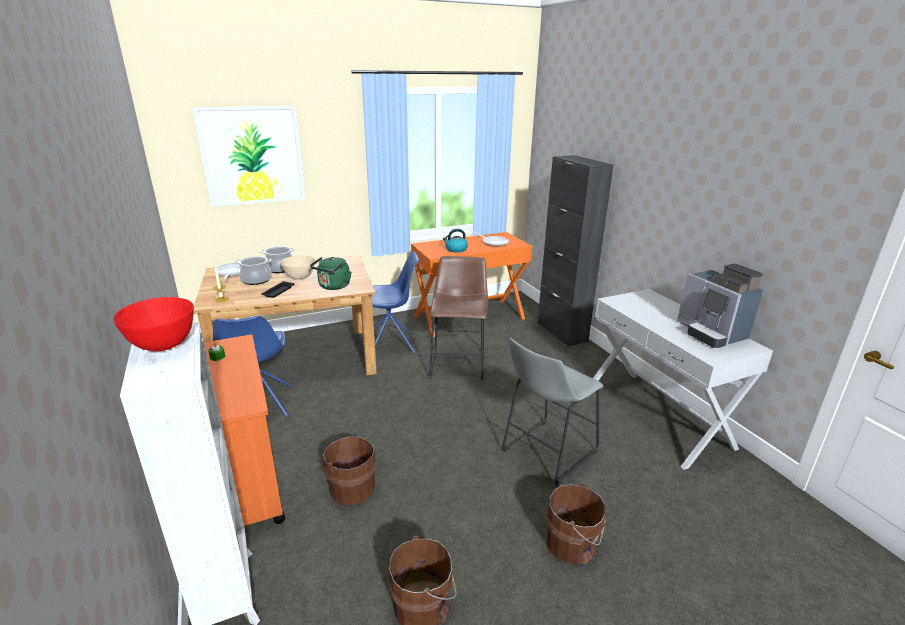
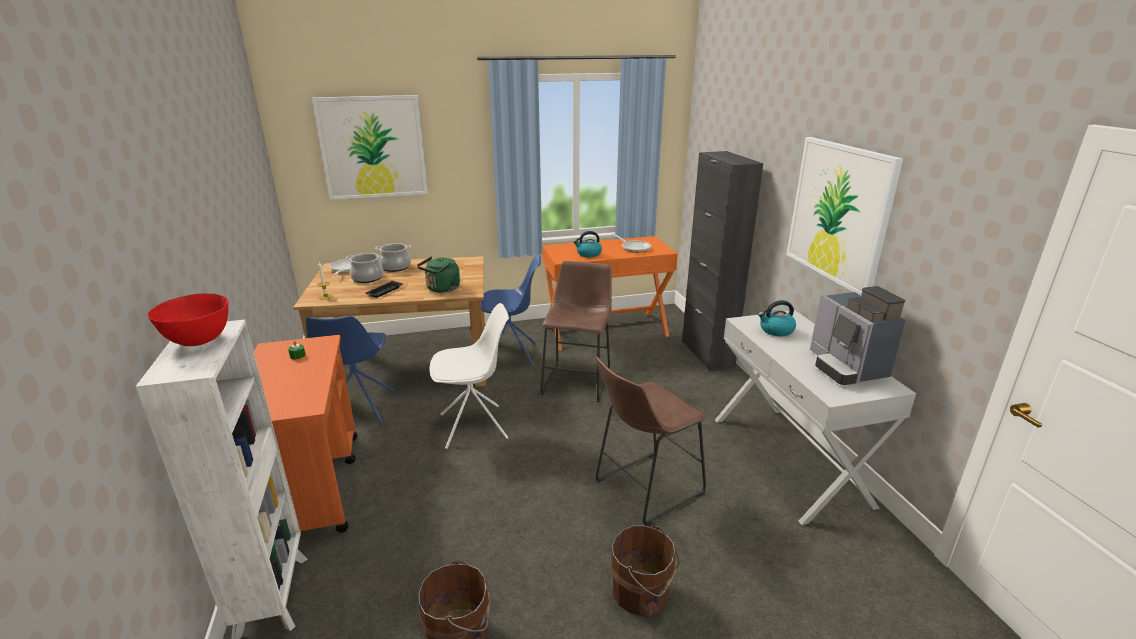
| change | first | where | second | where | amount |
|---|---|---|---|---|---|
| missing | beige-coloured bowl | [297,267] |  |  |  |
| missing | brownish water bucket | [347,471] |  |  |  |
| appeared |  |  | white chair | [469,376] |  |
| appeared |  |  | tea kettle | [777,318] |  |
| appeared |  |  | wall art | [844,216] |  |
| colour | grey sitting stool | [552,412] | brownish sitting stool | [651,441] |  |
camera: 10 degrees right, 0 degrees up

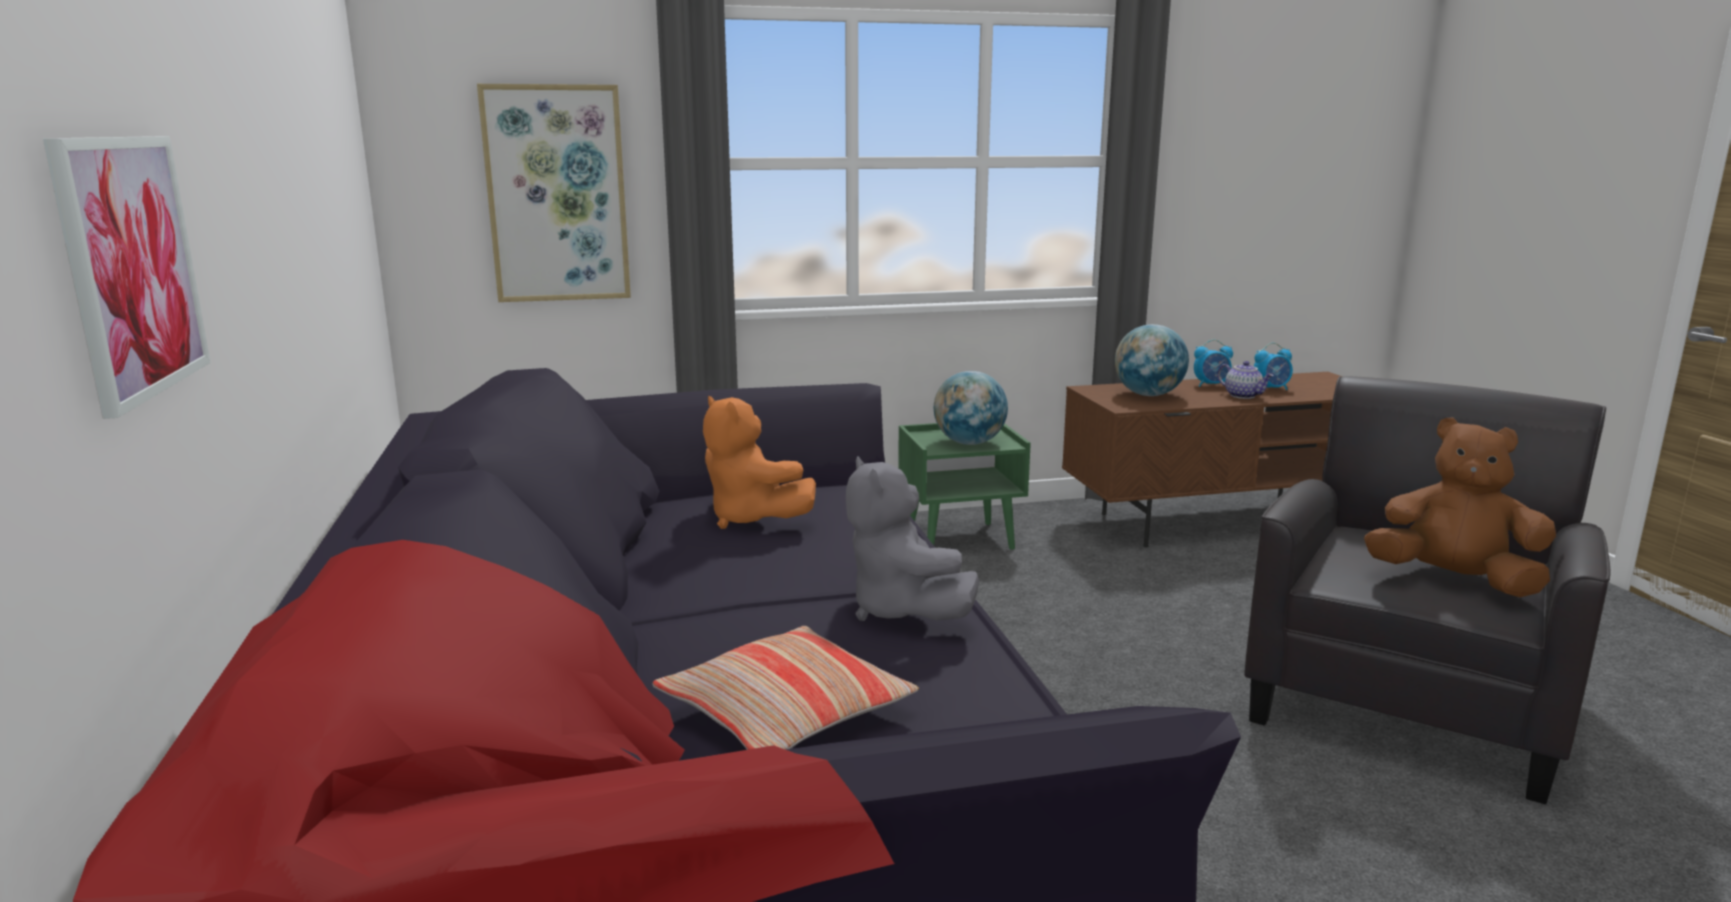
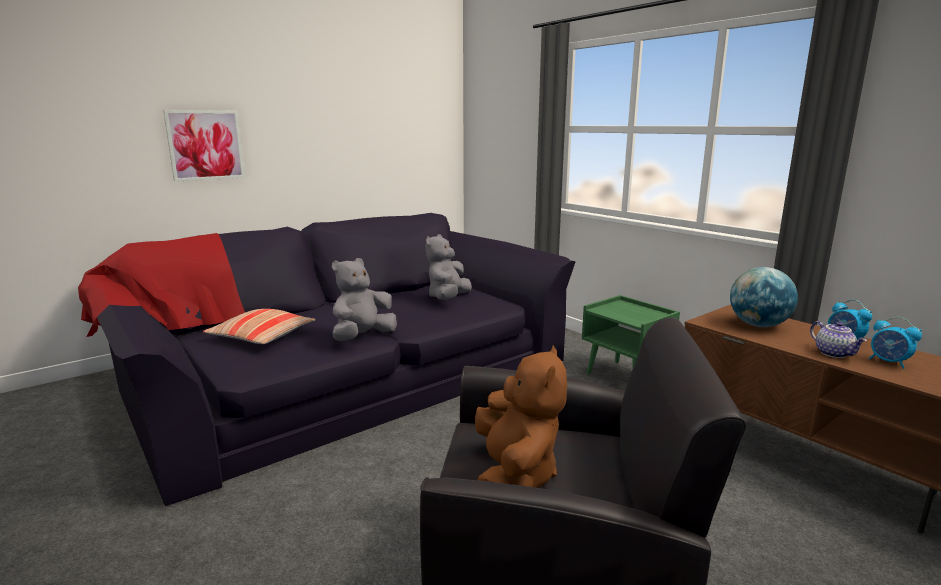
| change | first | where | second | where | amount |
|---|---|---|---|---|---|
| missing | wall art | [554,193] |  |  |  |
| missing | globe | [971,408] |  |  |  |
| colour | orange-coloured cuddly toy | [759,462] | grey cuddly toy | [449,267] |  |
| spun | teapot | [1245,380] |  | [838,339] | 45 degrees counterclockwise |
camera: 65 degrees right, 0 degrees up

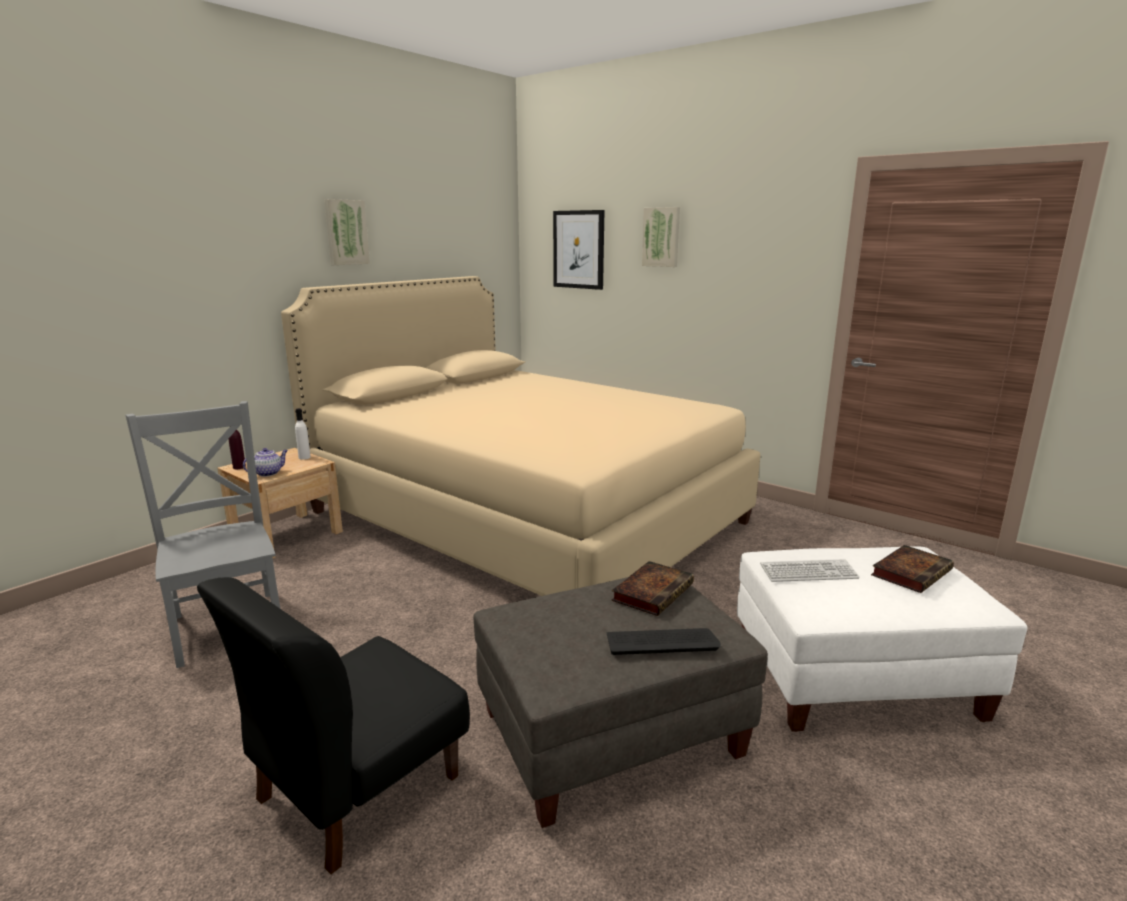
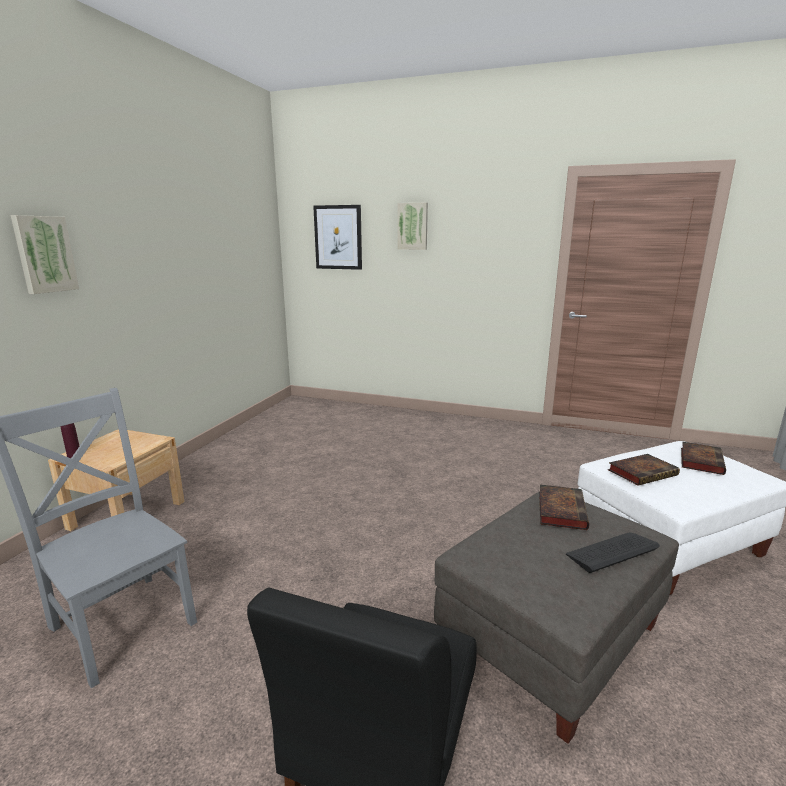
| change | first | where | second | where | amount |
|---|---|---|---|---|---|
| missing | teapot | [265,462] |  |  |  |
| missing | beige-coloured bed | [521,436] |  |  |  |
| missing | white drink bottle | [303,434] |  |  |  |
| relocated | wall art | [347,232] |  | [45,254] |  |
| exchanged | PC keyboard | [810,570] | volume | [644,470] |  |
camera: 20 degrees left, 0 degrees up

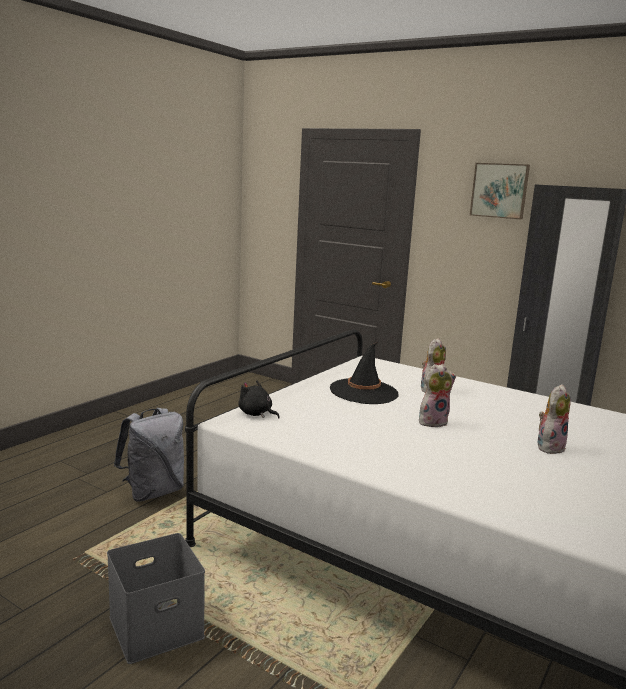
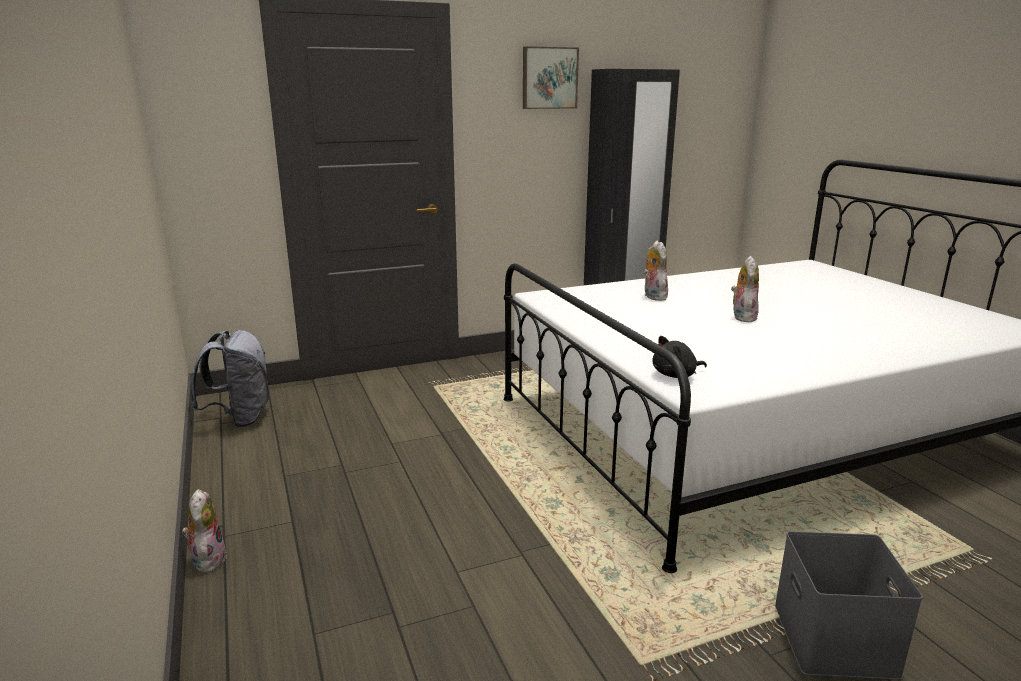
| change | first | where | second | where | amount |
|---|---|---|---|---|---|
| missing | blackish clothing hat | [364,372] |  |  |  |
| relocated | grey knapsack | [149,455] |  | [229,379] |  |
| relocated | cuddly toy | [554,419] |  | [204,531] |  |
camera: 55 degrees left, 5 degrees up

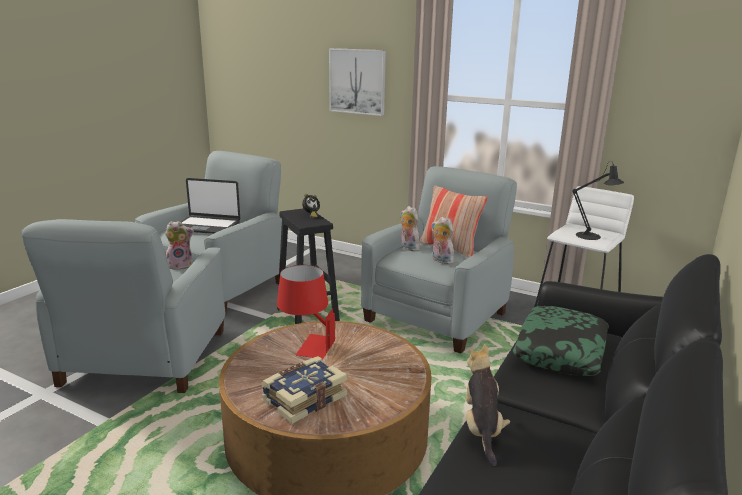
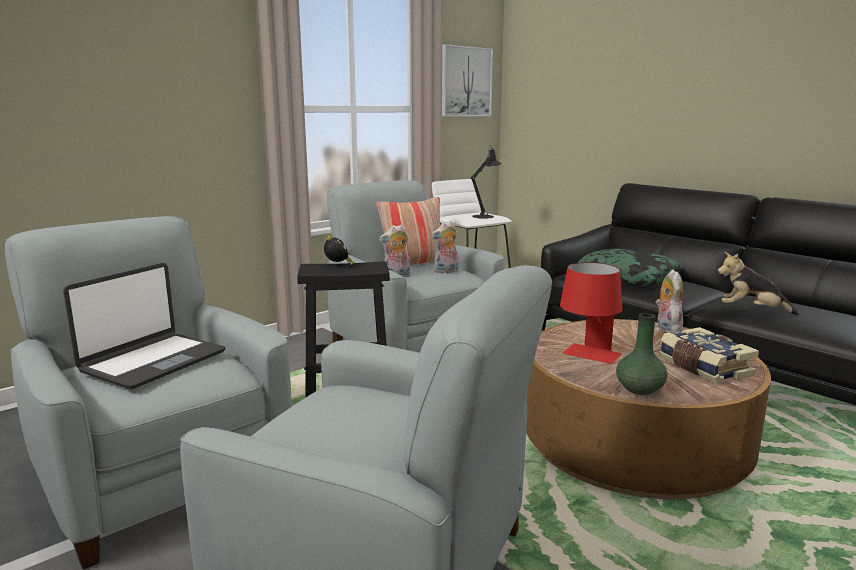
| change | first | where | second | where | amount |
|---|---|---|---|---|---|
| appeared |  |  | greenish vase | [641,354] |  |
| relocated | cuddly toy | [179,245] |  | [669,301] |  |
| relocated | wall art | [357,82] |  | [467,80] |  |
camera: 70 degrees left, 5 degrees down

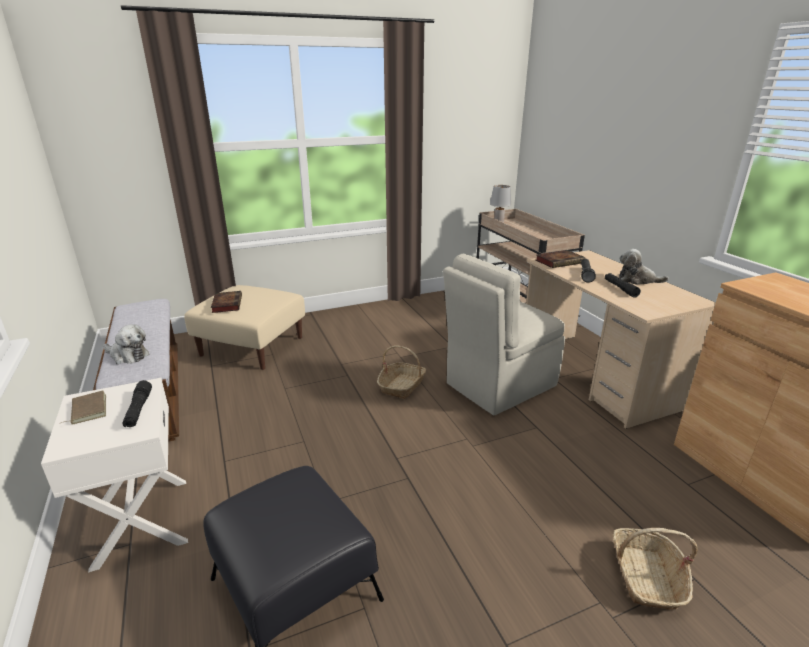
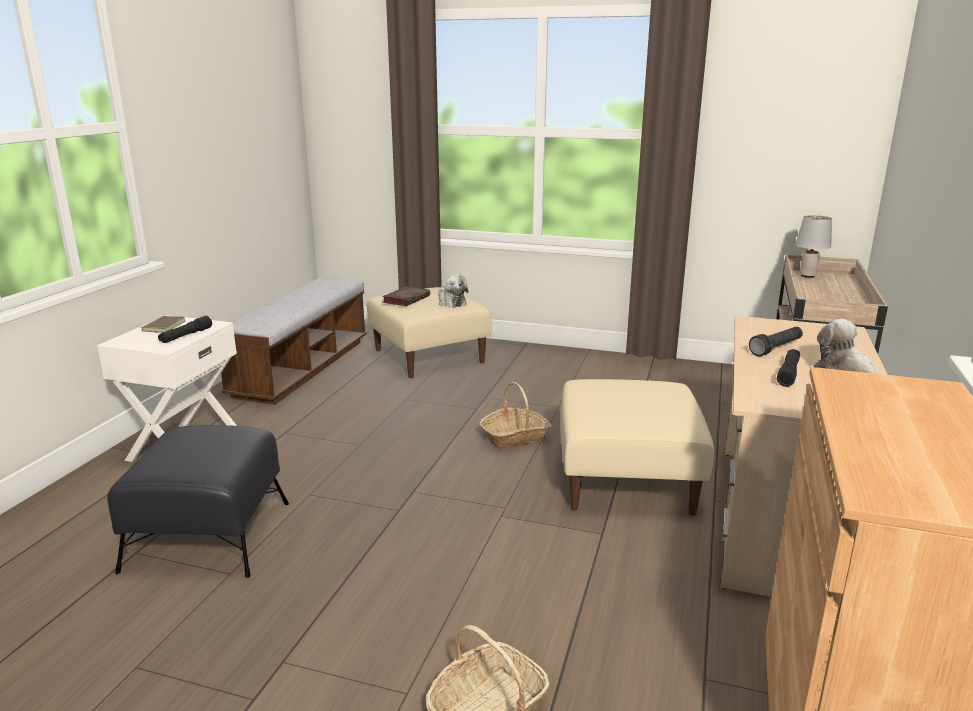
| change | first | where | second | where | amount |
|---|---|---|---|---|---|
| missing | volume | [560,259] |  |  |  |
| relocated | cuddly toy | [126,344] |  | [453,290] |  |
| exchanged | beige-coloured chair | [504,334] | beige-coloured pouffe | [637,447] |  |
camera: 40 degrees right, 5 degrees down

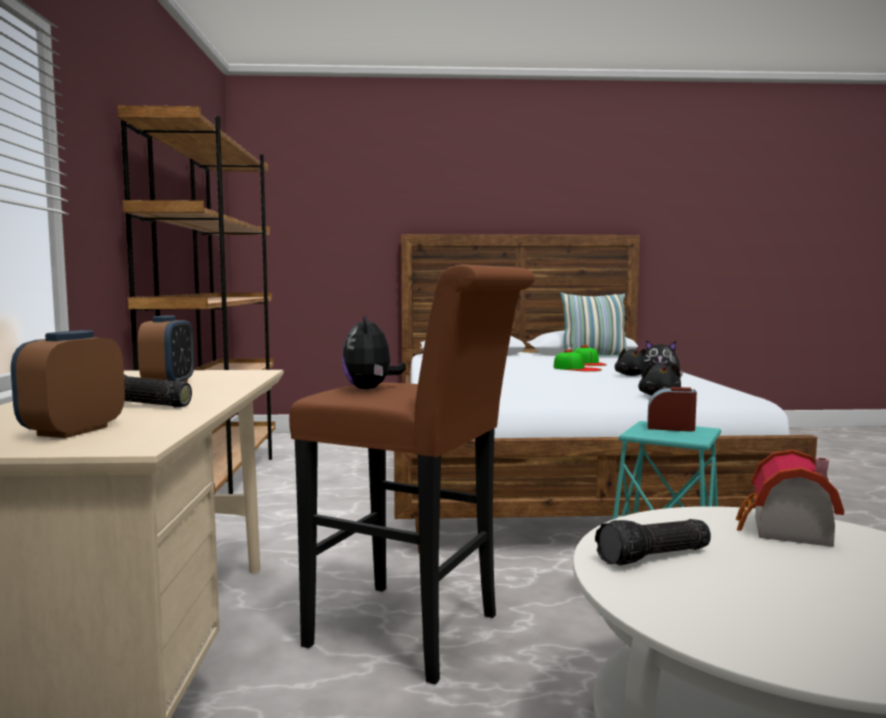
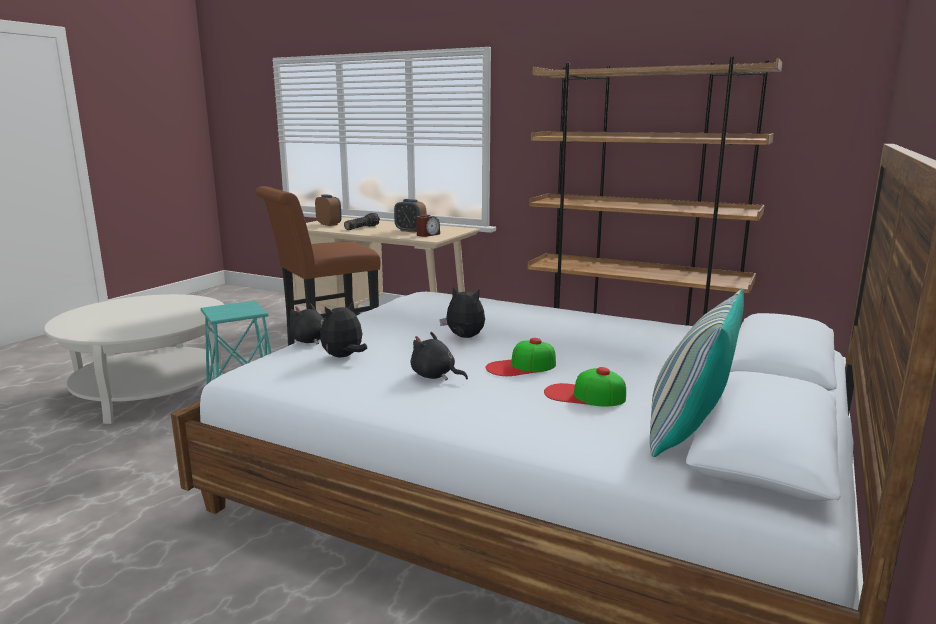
| change | first | where | second | where | amount |
|---|---|---|---|---|---|
| missing | torch | [653,542] |  |  |  |
| missing | toy house | [790,498] |  |  |  |
| relocated | cuddly toy | [374,352] |  | [462,312] |  |
| relocated | table clock | [672,409] |  | [428,226] |  |
camera: 120 degrees right, 10 degrees up

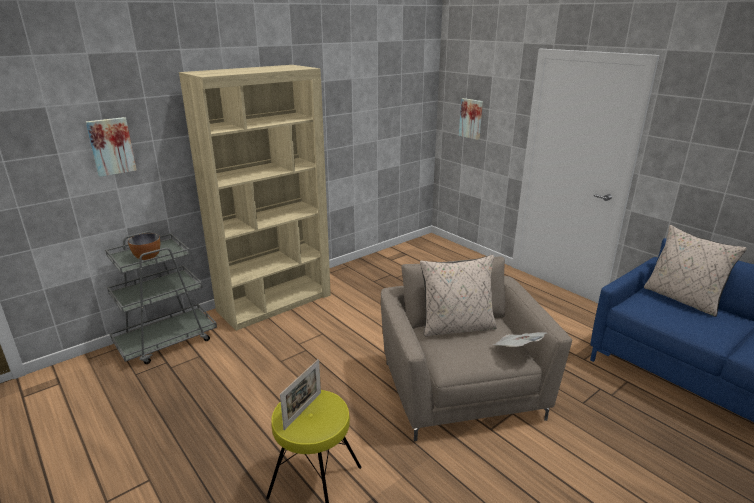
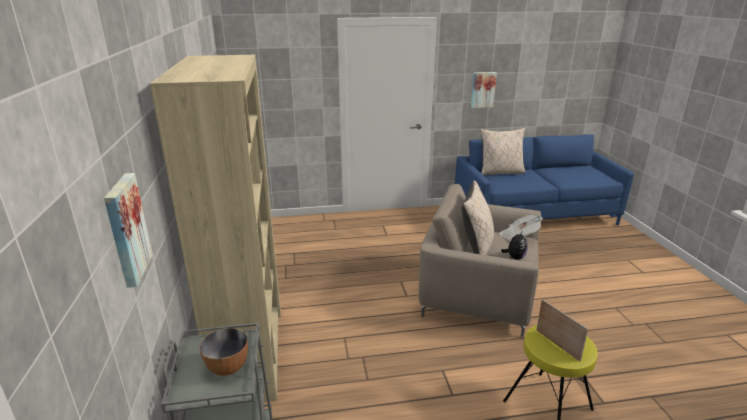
| change | first | where | second | where | amount |
|---|---|---|---|---|---|
| appeared |  |  | cuddly toy | [514,245] |  |
| relocated | wall art | [471,119] |  | [484,90] |  |
camera: 60 degrees left, 0 degrees up

